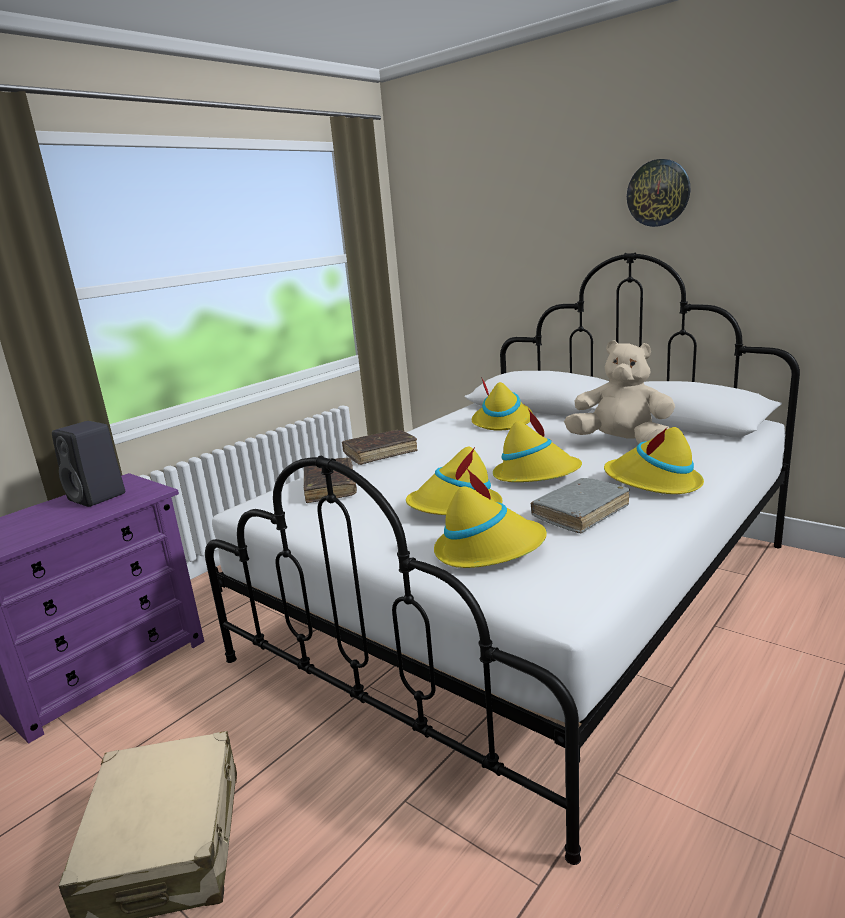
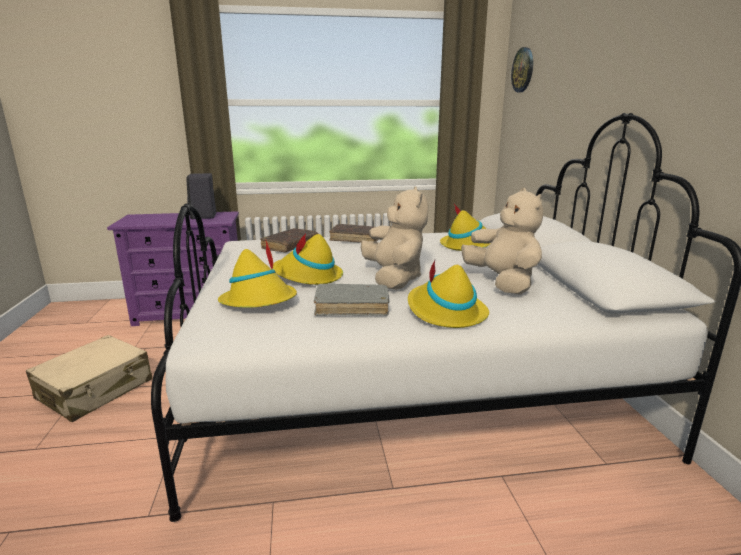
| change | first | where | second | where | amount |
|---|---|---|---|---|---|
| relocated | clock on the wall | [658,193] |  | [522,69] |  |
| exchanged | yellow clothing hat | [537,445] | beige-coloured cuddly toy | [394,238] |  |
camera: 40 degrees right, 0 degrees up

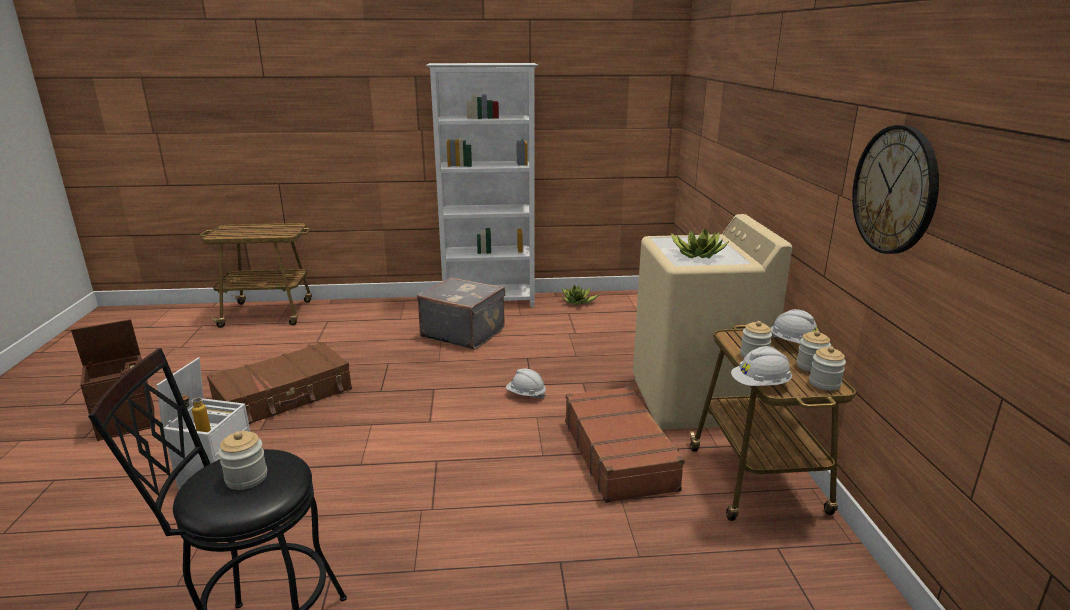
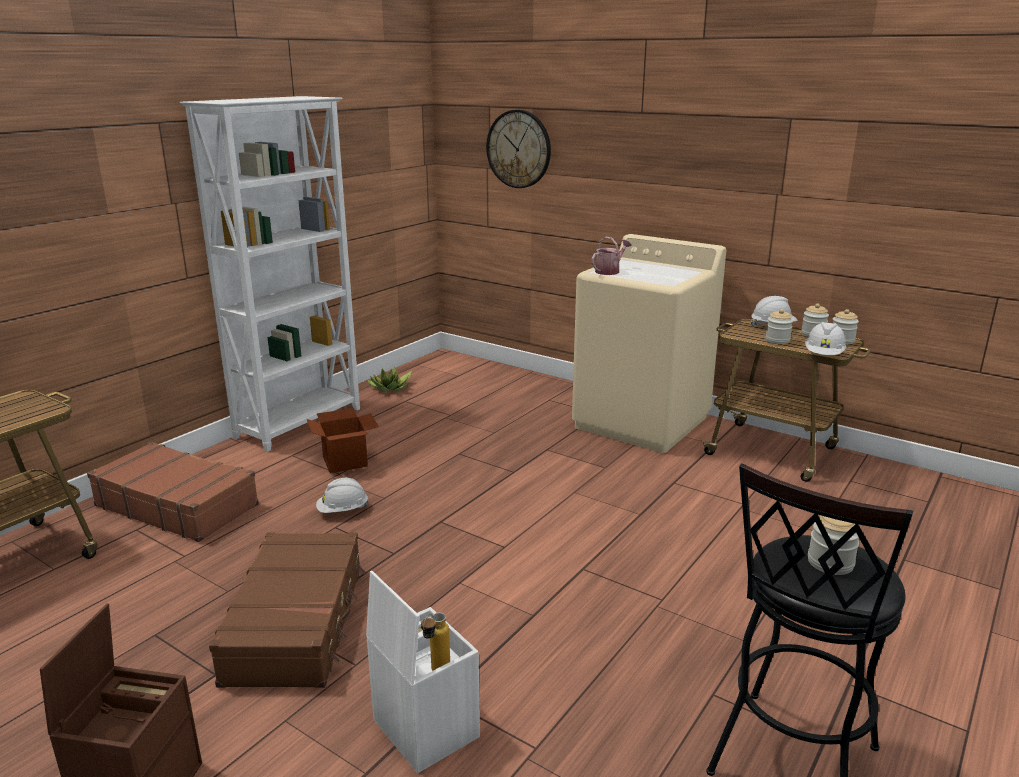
| change | first | where | second | where | amount |
|---|---|---|---|---|---|
| missing | houseplant | [700,243] |  |  |  |
| appeared |  |  | watering pot | [611,256] |  |
| relocated | white safety helmet | [526,384] |  | [342,495] |  |
| relocated | brownish suitcase | [625,444] |  | [173,492] |  |
| relocated | clock on the wall | [895,189] |  | [518,149] |  |
| exchanged | grey suitcase | [461,313] | cardboard box | [343,440] |  |
camera: 50 degrees left, 0 degrees up

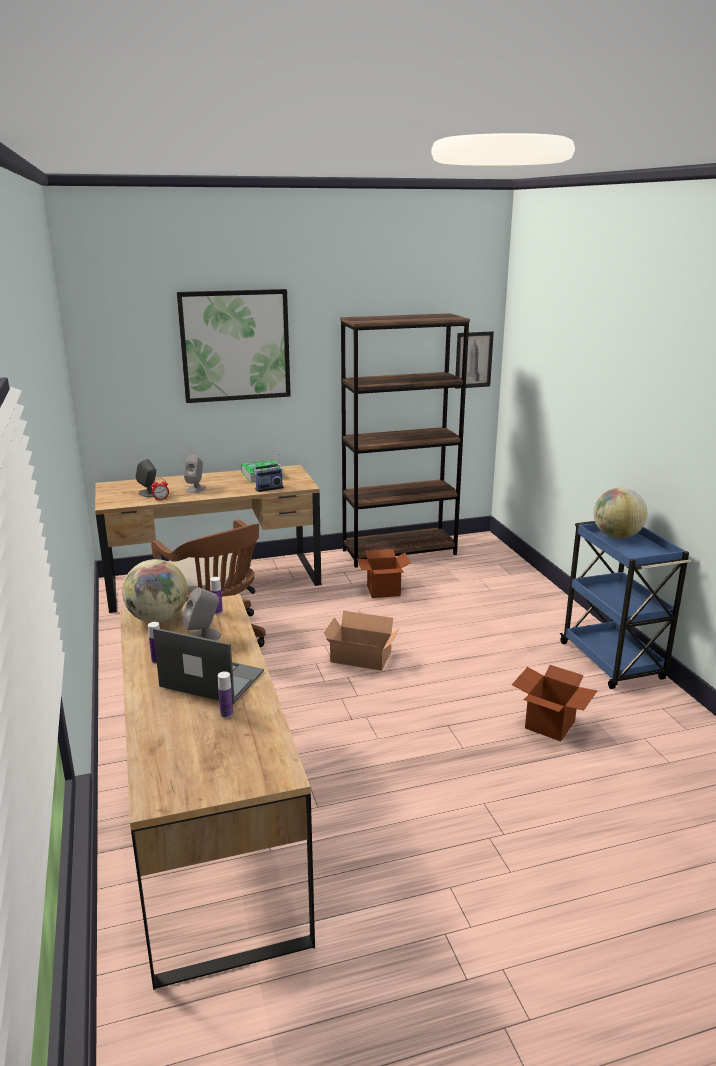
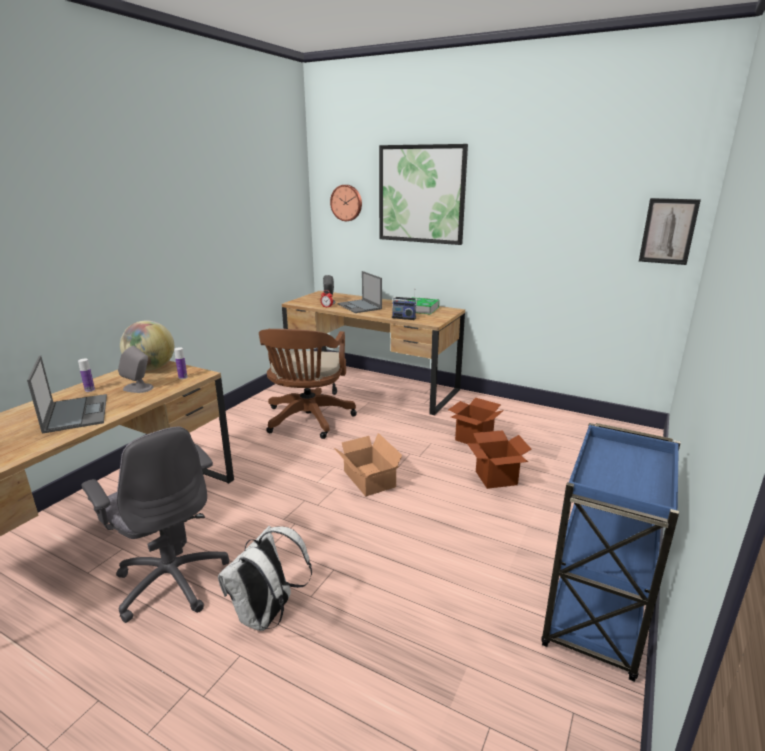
| change | first | where | second | where | amount |
|---|---|---|---|---|---|
| missing | drink bottle | [225,694] |  |  |  |
| missing | brownish shelving unit | [405,440] |  |  |  |
| missing | globe | [620,513] |  |  |  |
| appeared |  |  | grey desk chair | [155,525] |  |
| appeared |  |  | white knapsack | [265,578] |  |
| appeared |  |  | clock on the wall | [346,203] |  |
| relocated | cardboard box | [555,703] |  | [499,459] |  |
| exchanged | grey loudspeaker | [195,474] | laptop | [359,292] |  |
camera: 45 degrees right, 0 degrees up

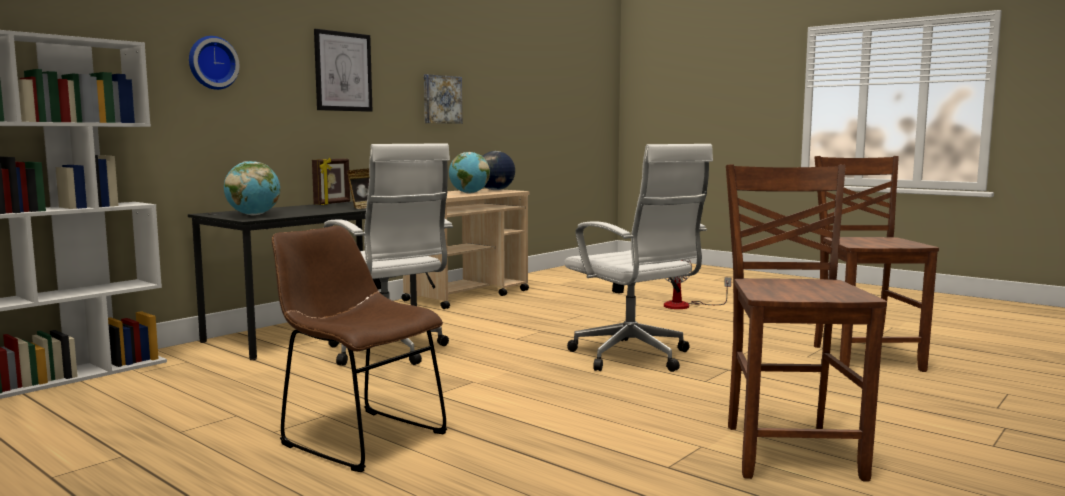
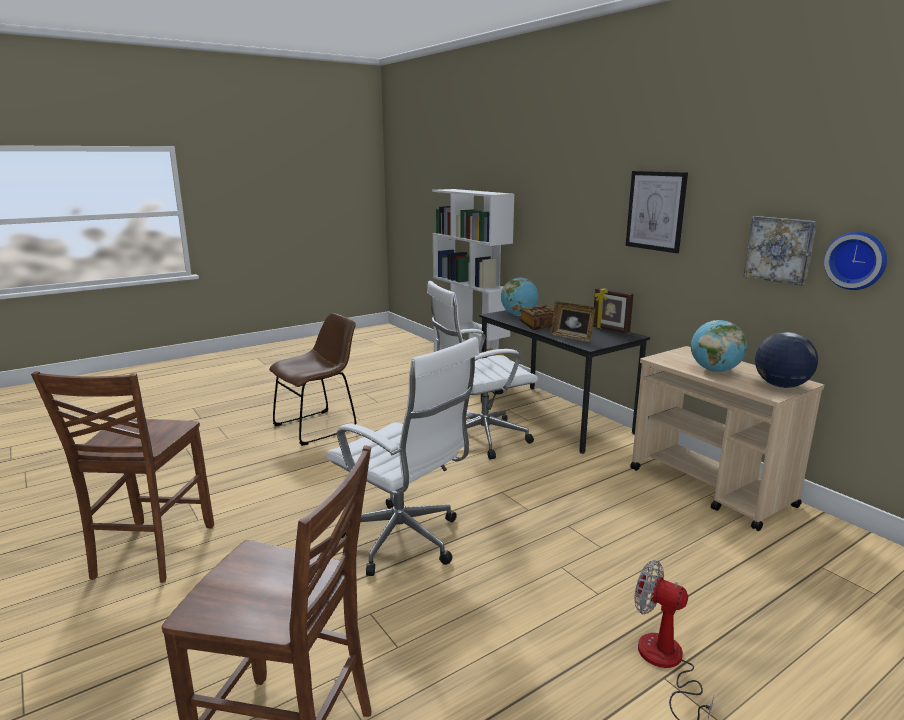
| change | first | where | second | where | amount |
|---|---|---|---|---|---|
| appeared |  |  | volume | [536,318] |  |
| relocated | clock on the wall | [214,63] |  | [855,260] |  |
| spun | white desk chair | [638,258] |  | [402,456] | 120 degrees counterclockwise |
| spun | brownish chair | [806,323] |  | [122,477] | 75 degrees clockwise |
camera: 105 degrees right, 10 degrees up

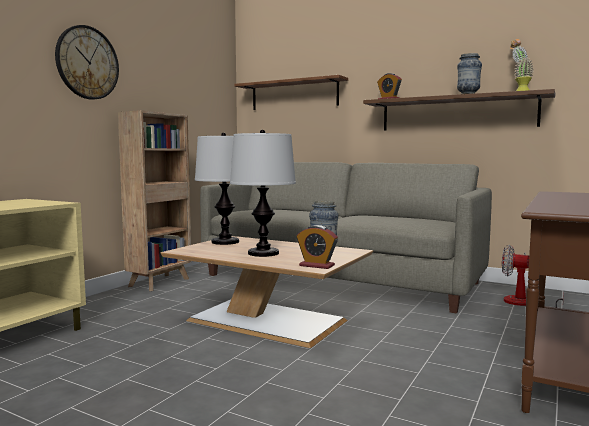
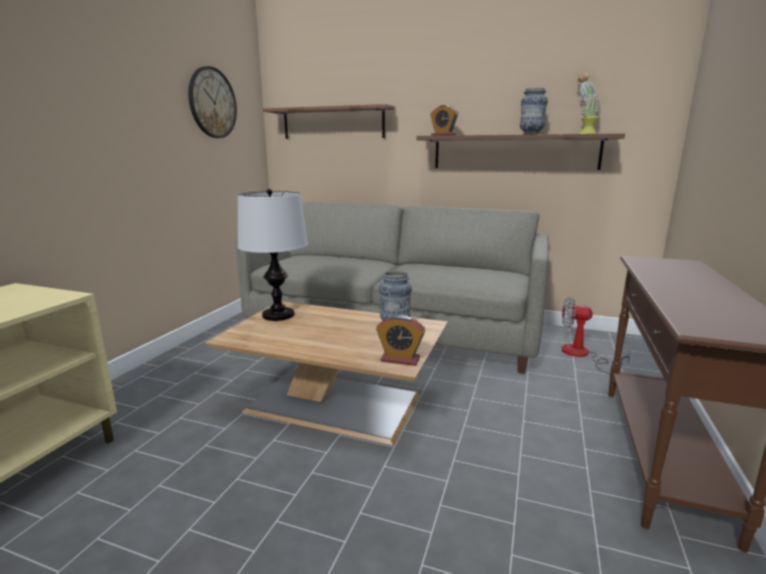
| change | first | where | second | where | amount |
|---|---|---|---|---|---|
| missing | brownish shelving unit | [155,200] |  |  |  |
| missing | table lamp | [263,193] |  |  |  |
| relocated | clock on the wall | [87,62] |  | [212,102] |  |
camera: 10 degrees left, 10 degrees up

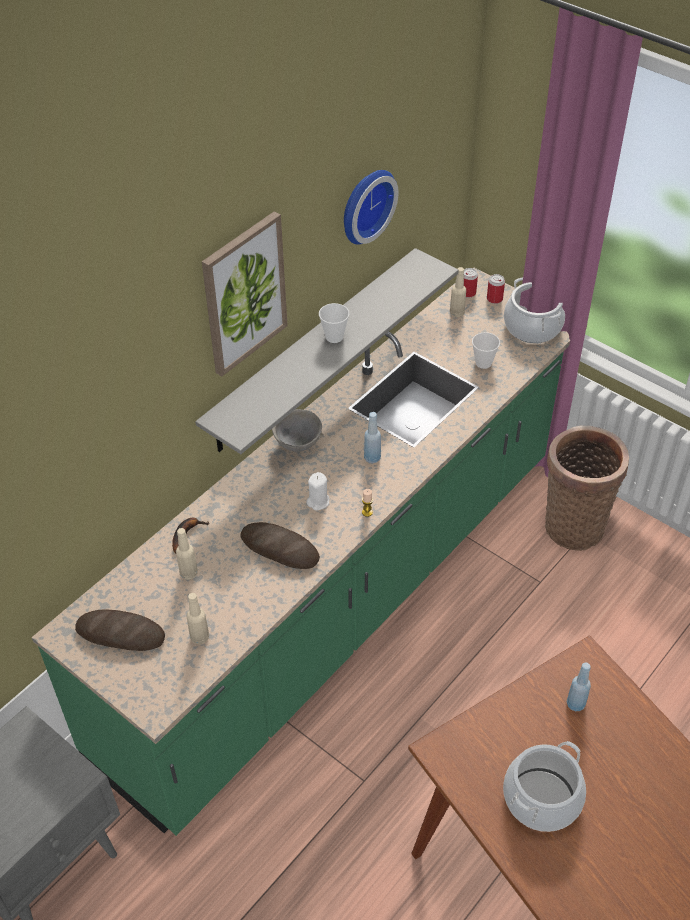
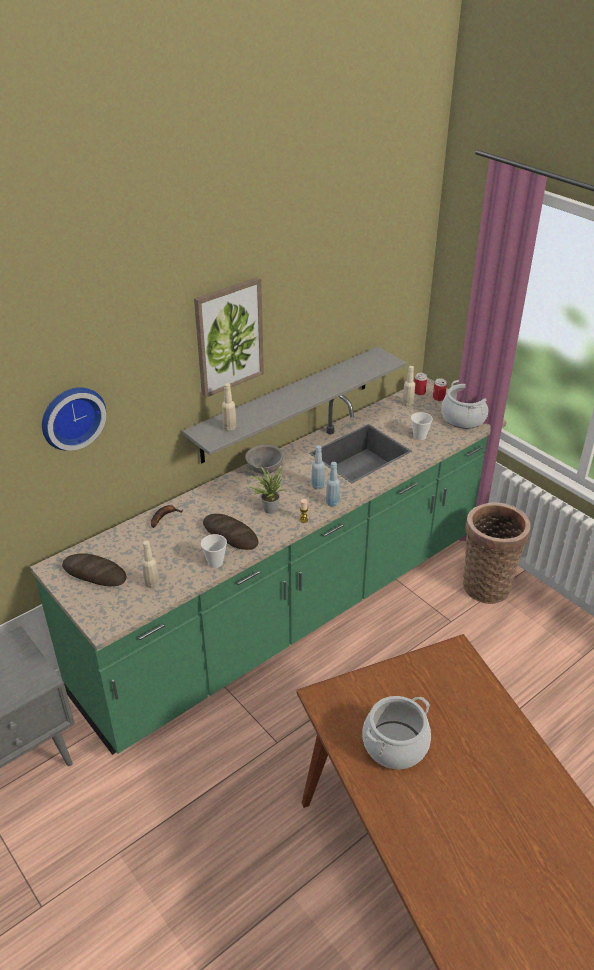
| change | first | where | second | where | amount |
|---|---|---|---|---|---|
| relocated | beige-coloured drink bottle | [187,554] |  | [229,407] |  |
| relocated | cup | [334,323] |  | [214,551] |  |
| relocated | clock on the wall | [371,207] |  | [74,419] |  |
| relocated | bluish drink bottle | [579,686] |  | [333,484] |  |
| exchanged | white wax light | [318,491] | houseplant | [268,490] |  |
camera: 10 degrees right, 10 degrees down

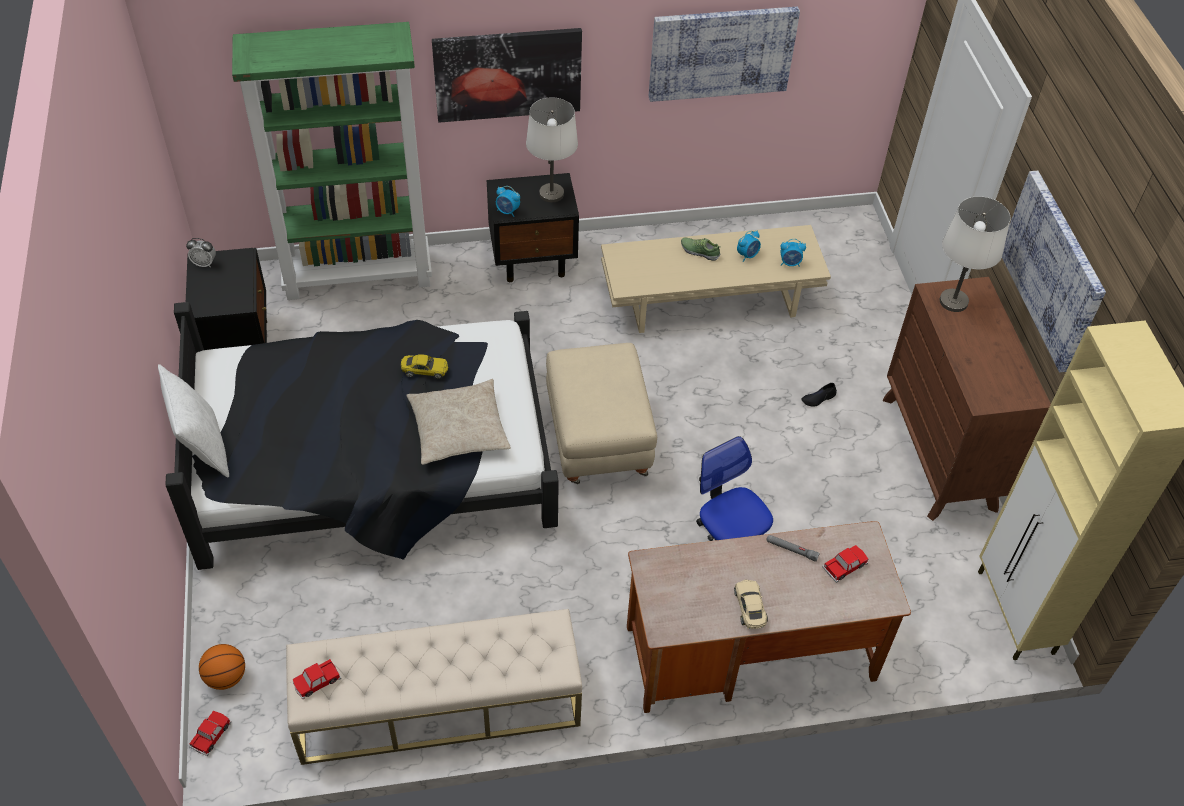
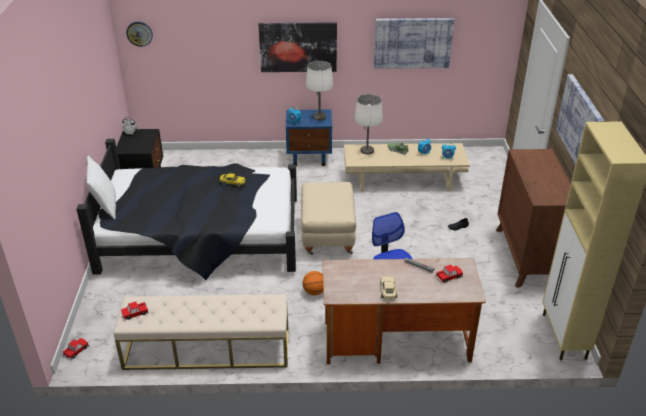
| change | first | where | second | where | amount |
|---|---|---|---|---|---|
| missing | greenish shelving unit | [332,161] |  |  |  |
| missing | beige-coloured pillow | [459,422] |  |  |  |
| appeared |  |  | clock on the wall | [139,34] |  |
| relocated | basketball ball | [222,667] |  | [313,283] |  |
| relocated | white table lamp | [975,254] |  | [368,124] |  |
| colour | blackish nightstand | [532,227] | bluish nightstand | [309,138] |  |
camera: 10 degrees right, 15 degrees down

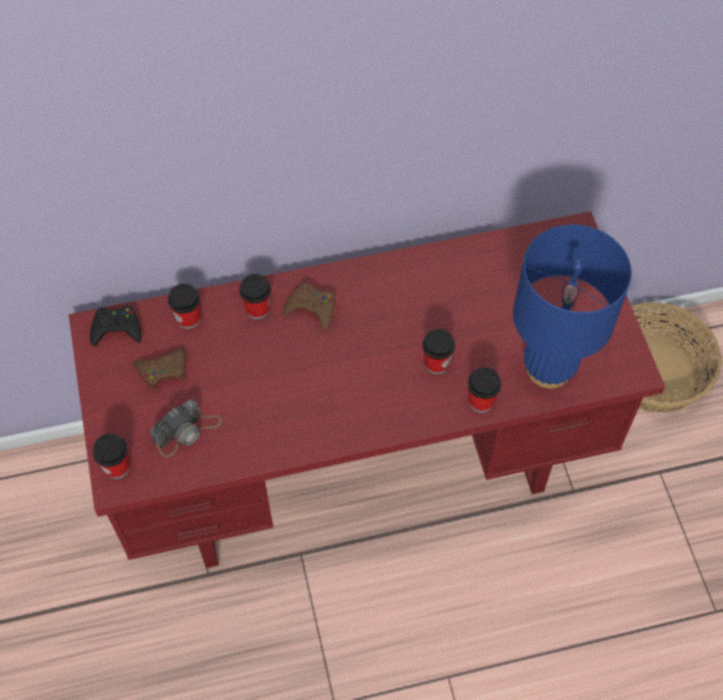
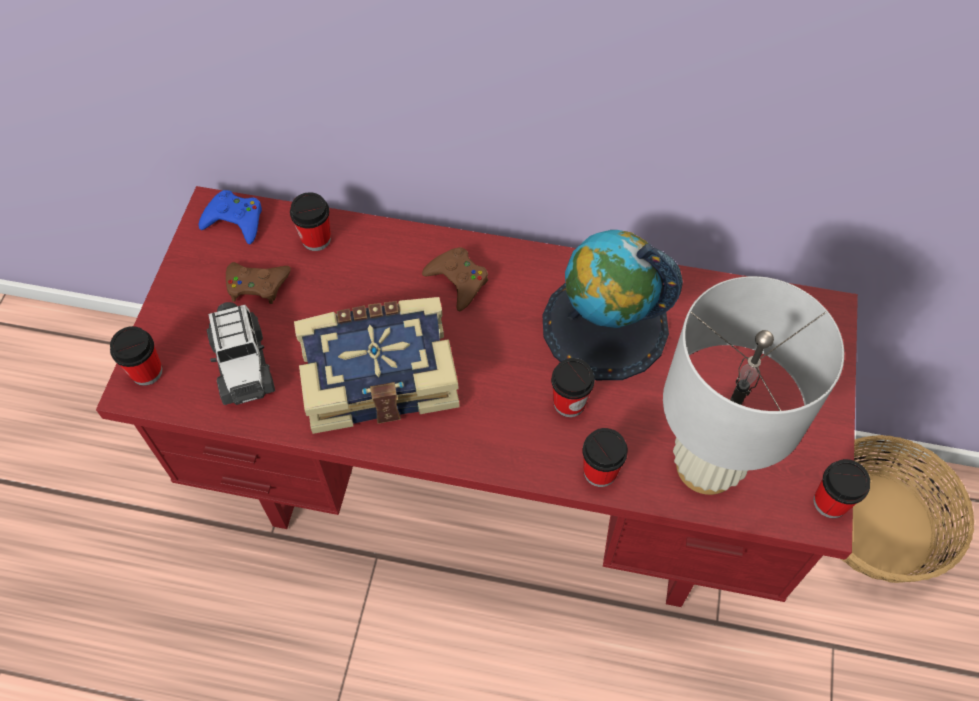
| change | first | where | second | where | amount |
|---|---|---|---|---|---|
| appeared |  |  | volume | [377,365] |  |
| appeared |  |  | globe | [613,305] |  |
| relocated | cup | [255,296] |  | [842,488] |  |
| exchanged | photo camera | [186,428] | toy car | [240,353] |  |
| colour | blackish game controller | [116,325] | bluish game controller | [230,217] |  |
| colour | bluish table lamp | [572,306] | white table lamp | [753,385] |  |
camera: 25 degrees right, 0 degrees up

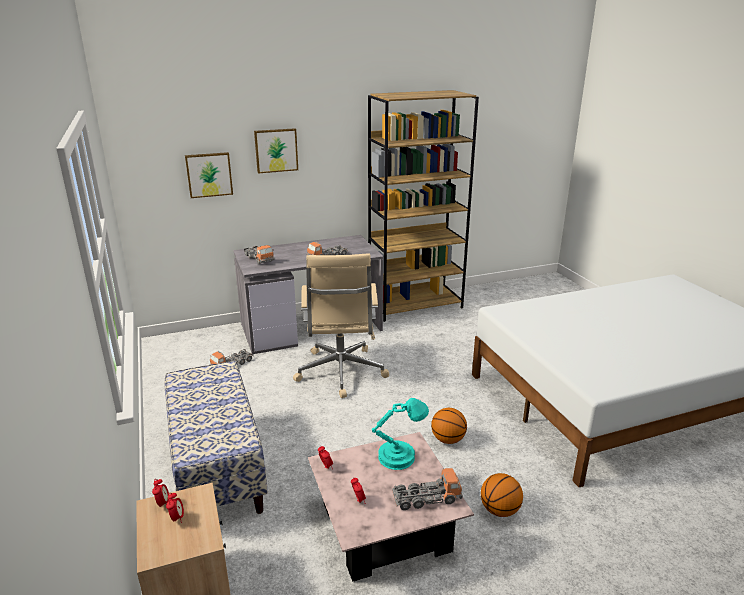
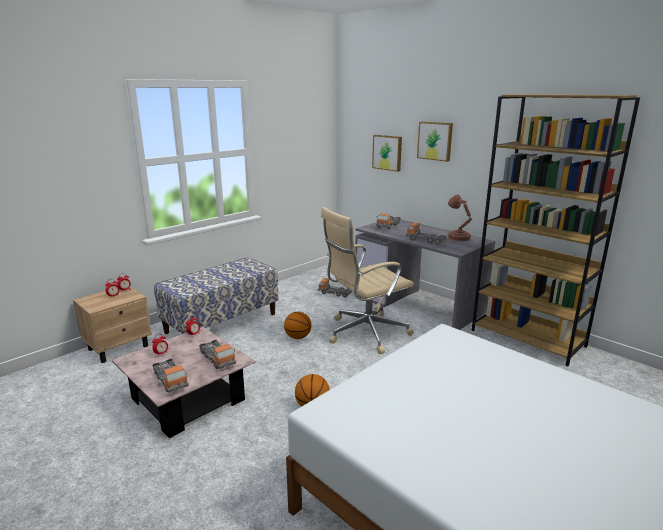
| change | first | where | second | where | amount |
|---|---|---|---|---|---|
| appeared |  |  | brownish table lamp | [460,217] |  |
| relocated | basketball ball | [502,495] |  | [297,325] |  |
| exchanged | turquoise table lamp | [400,434] | toy truck | [217,354] |  |
camera: 65 degrees right, 5 degrees down

